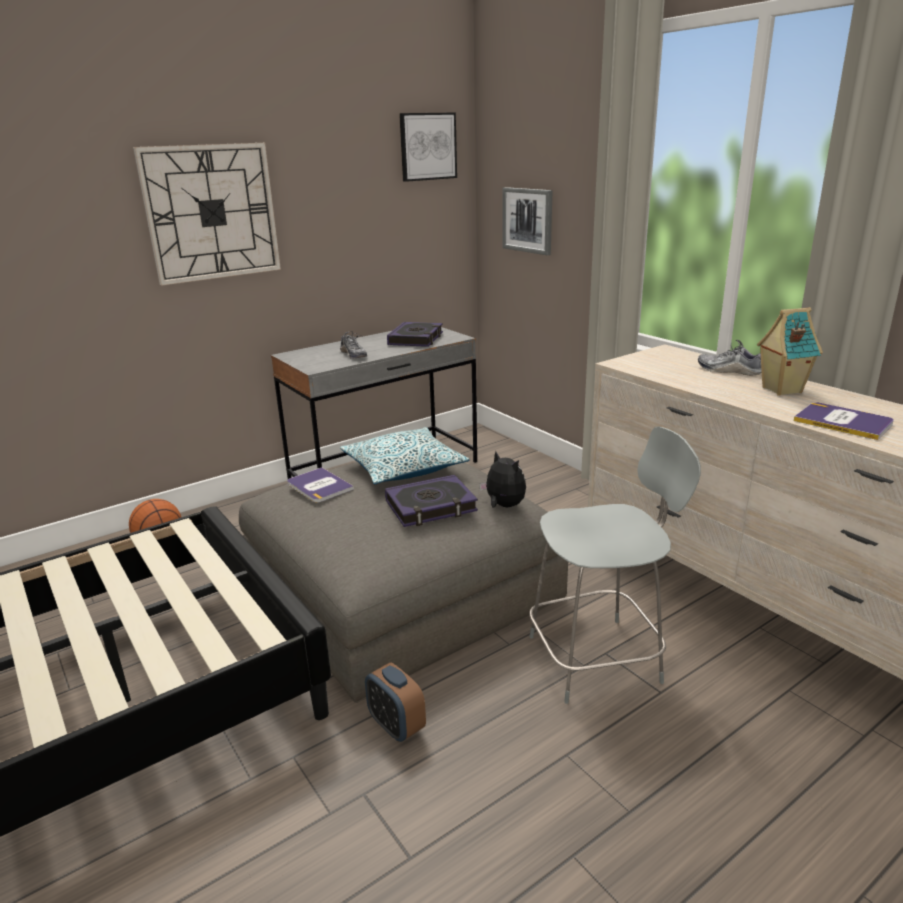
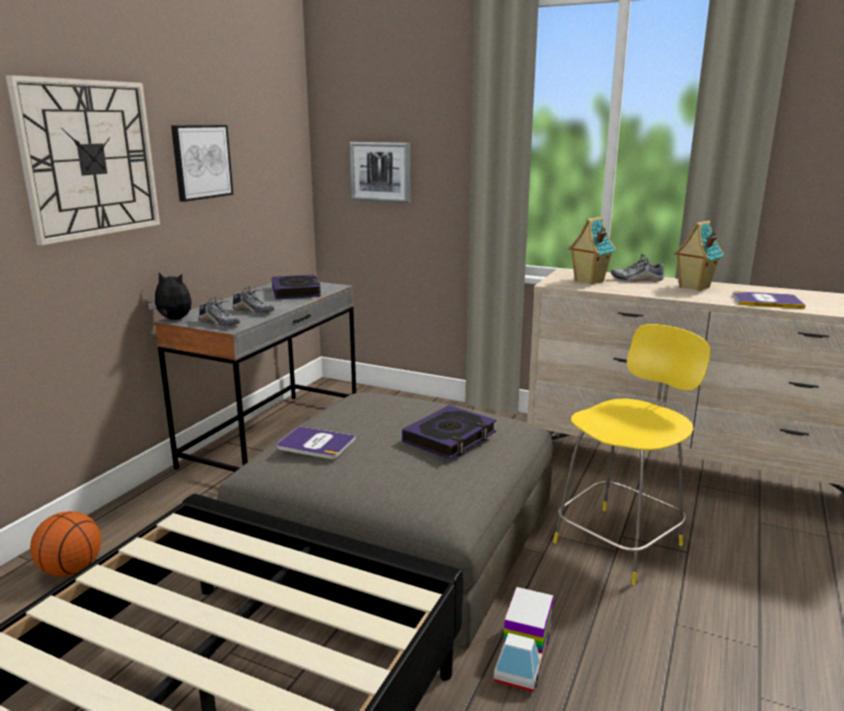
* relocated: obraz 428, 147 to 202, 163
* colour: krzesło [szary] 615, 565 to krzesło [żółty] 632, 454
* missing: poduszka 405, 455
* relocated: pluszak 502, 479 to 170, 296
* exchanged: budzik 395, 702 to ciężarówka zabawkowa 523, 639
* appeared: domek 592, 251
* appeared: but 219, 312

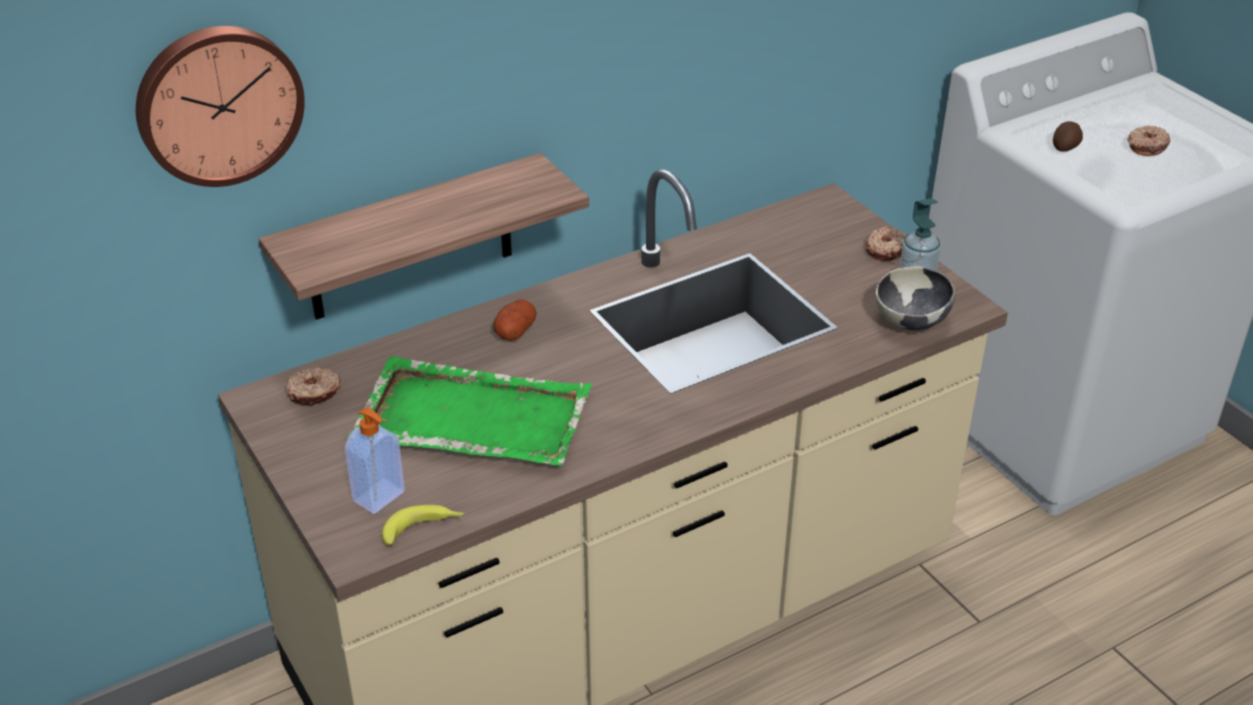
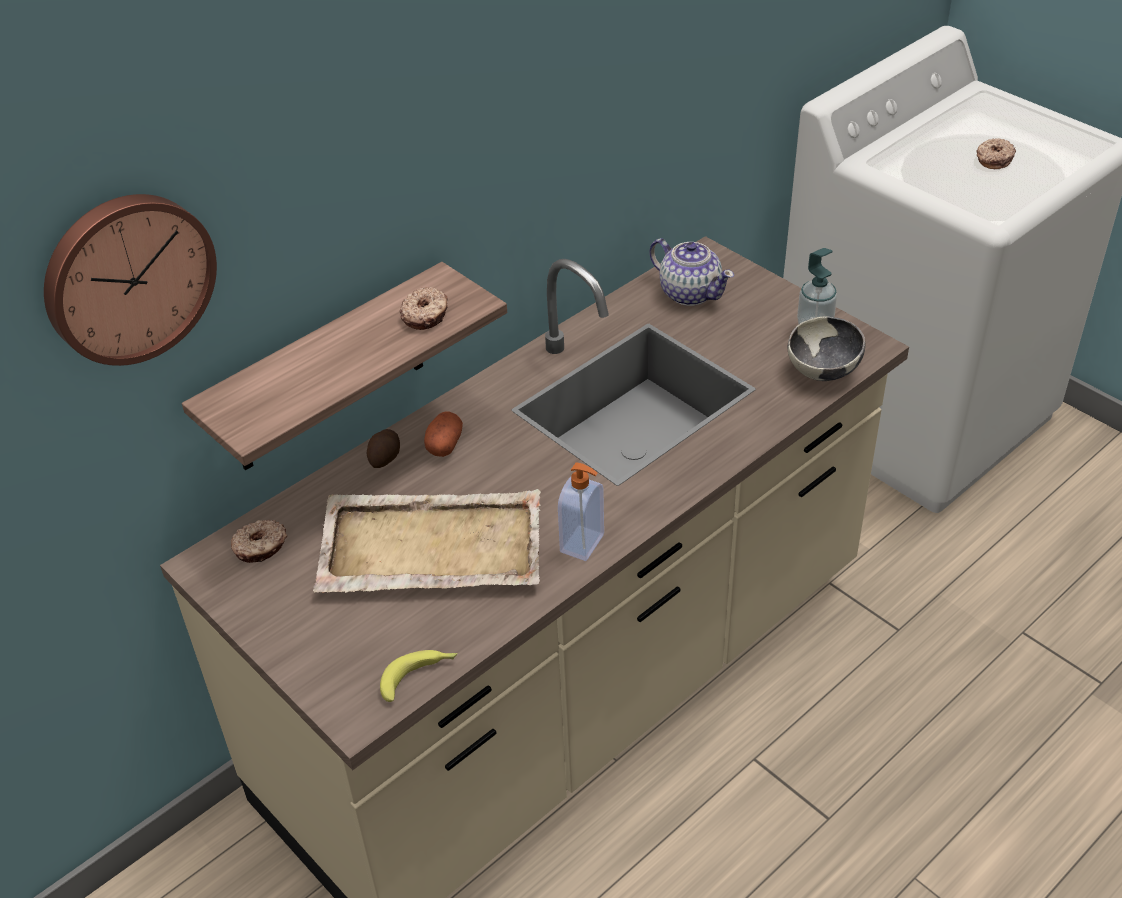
* relocated: ziemniak 1068, 136 to 383, 448
* relocated: donut 885, 244 to 423, 308
* colour: taca [zielony] 470, 411 to taca [beżowy] 427, 541
* relocated: dozownik mydła 375, 460 to 581, 512
* appeared: imbryk 691, 272

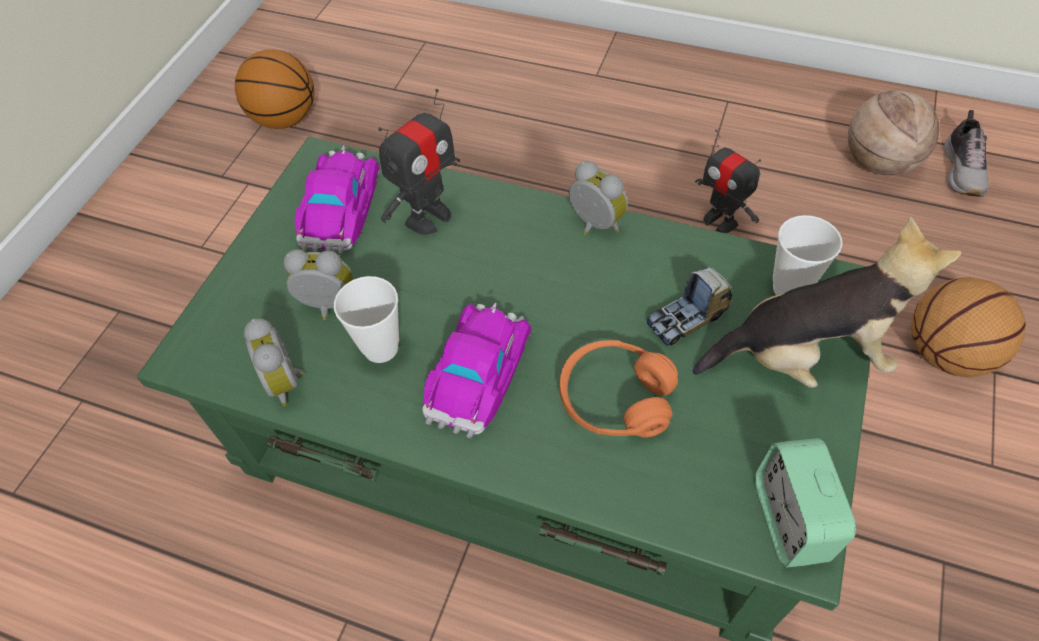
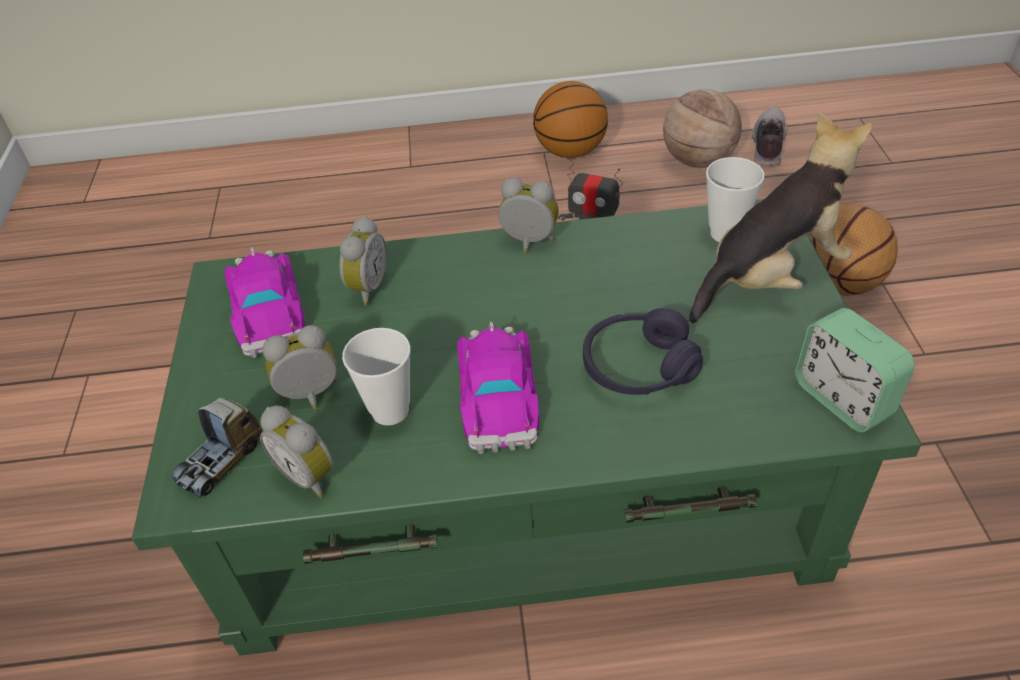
* relocated: piłka do koszykówki 275, 89 to 570, 119
* exchanged: robot zabawkowy 419, 162 to budzik 363, 260
* spun: but 966, 153 = 769, 136 150 degrees counterclockwise
* relocated: ciężarówka zabawkowa 689, 306 to 217, 447
* colour: słuchawki [pomarańczowy] 619, 389 to słuchawki [fioletowy] 643, 351

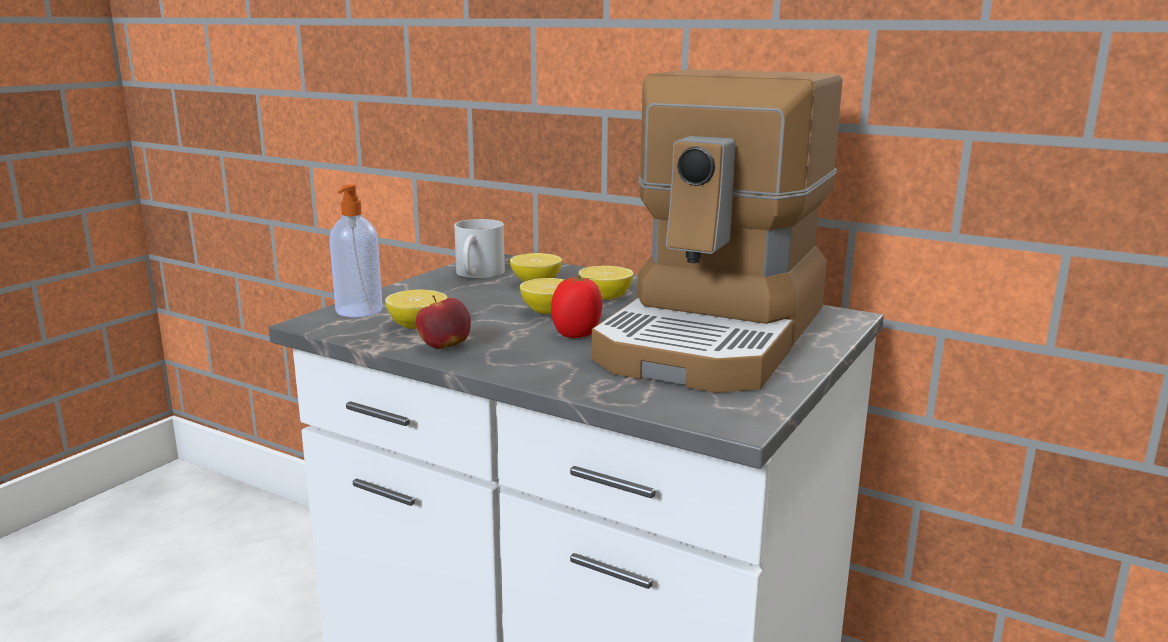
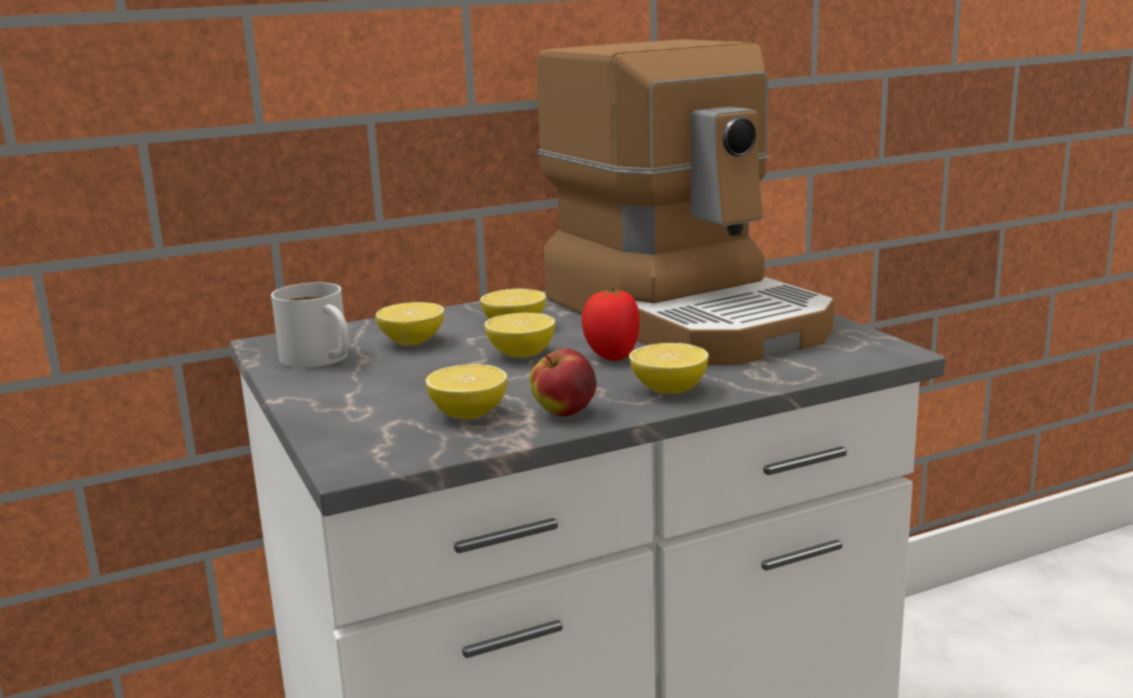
* missing: dozownik mydła 356, 250
* appeared: cytryna 669, 368

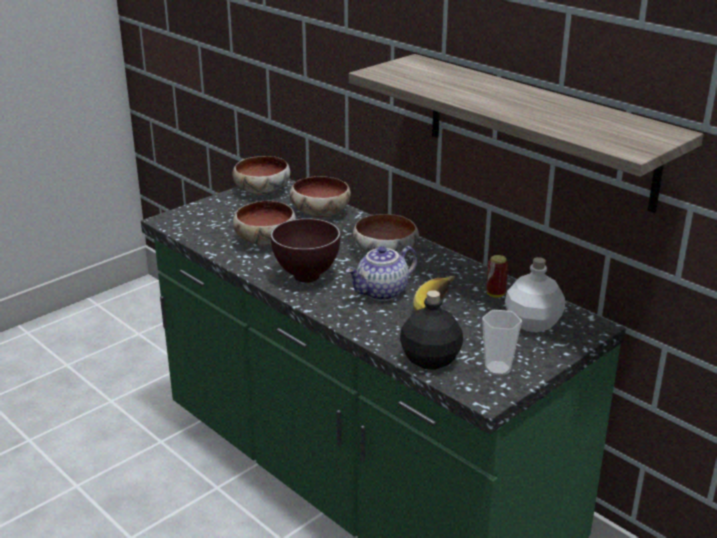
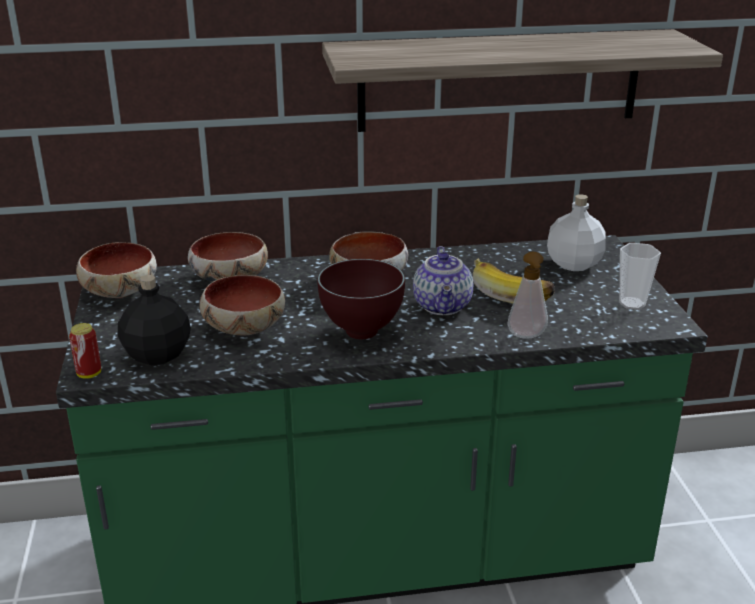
* relocated: puszka 497, 276 to 85, 351
* relocated: butelka [czarny] 431, 330 to 154, 320
* appeared: dozownik mydła 527, 295

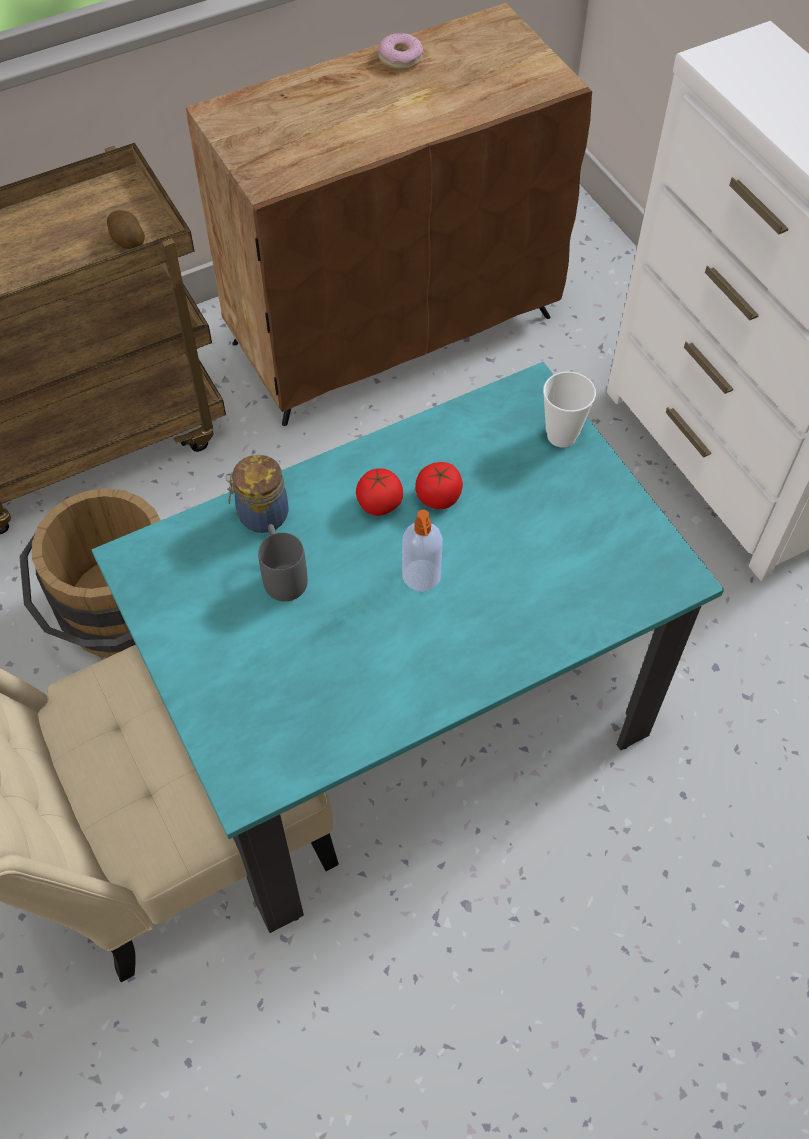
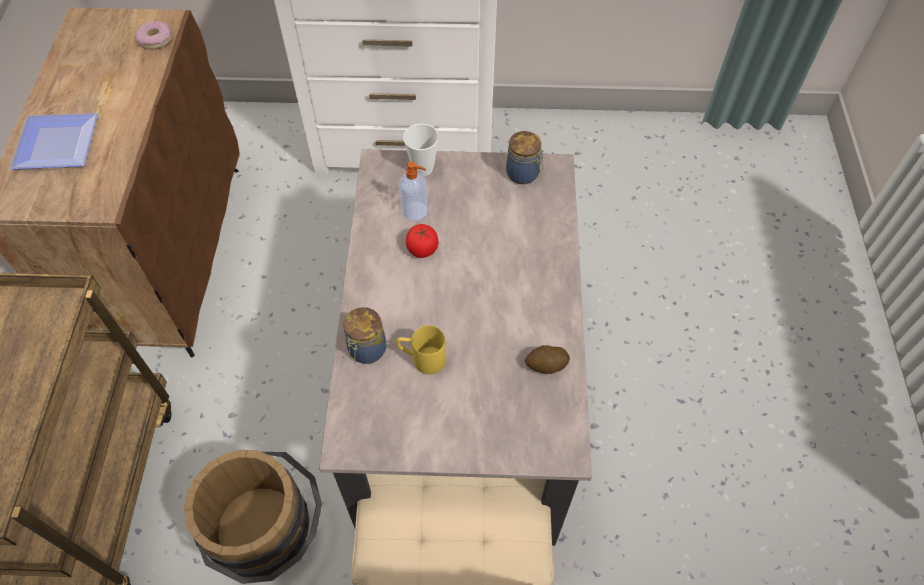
* relocated: donut 400, 51 to 153, 35
* relocated: ziemniak 126, 230 to 547, 359
* colour: stół jadalny [turkusowy] 408, 647 to stół jadalny [beżowy] 455, 347
* missing: pomidor 379, 492
* relocated: dozownik mydła 422, 550 to 413, 191
* colour: kubek [szary] 283, 562 to kubek [żółty] 421, 350
* appeared: talerz 54, 141
* appeared: słoik 525, 157

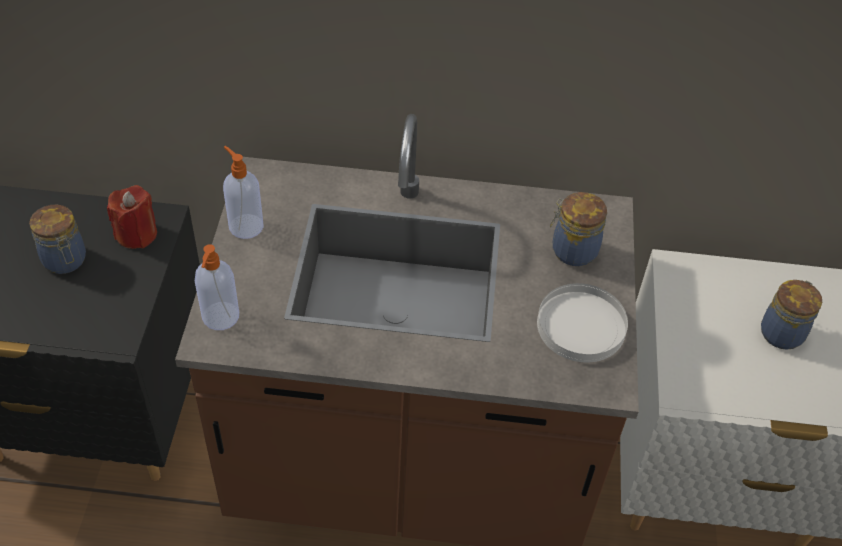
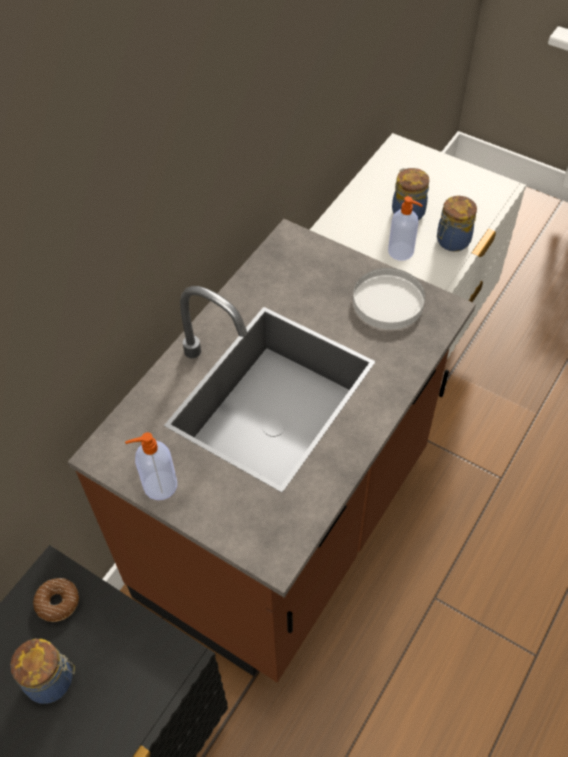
* exchanged: świeca [czerwony] 132, 217 to donut 56, 600
* relocated: słoik 578, 229 to 457, 224
* relocated: dozownik mydła 217, 287 to 405, 228

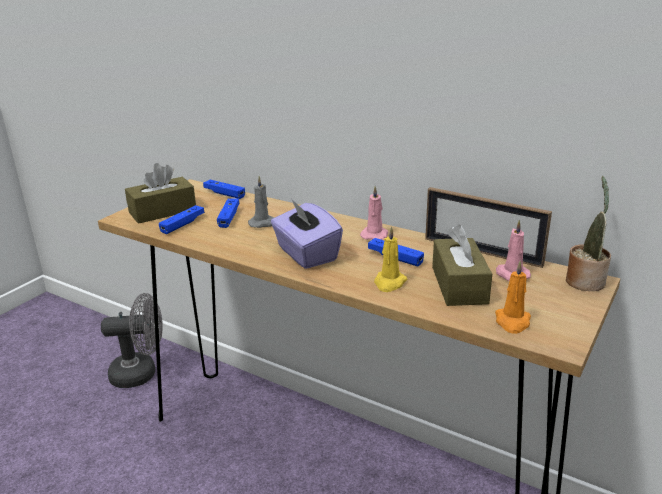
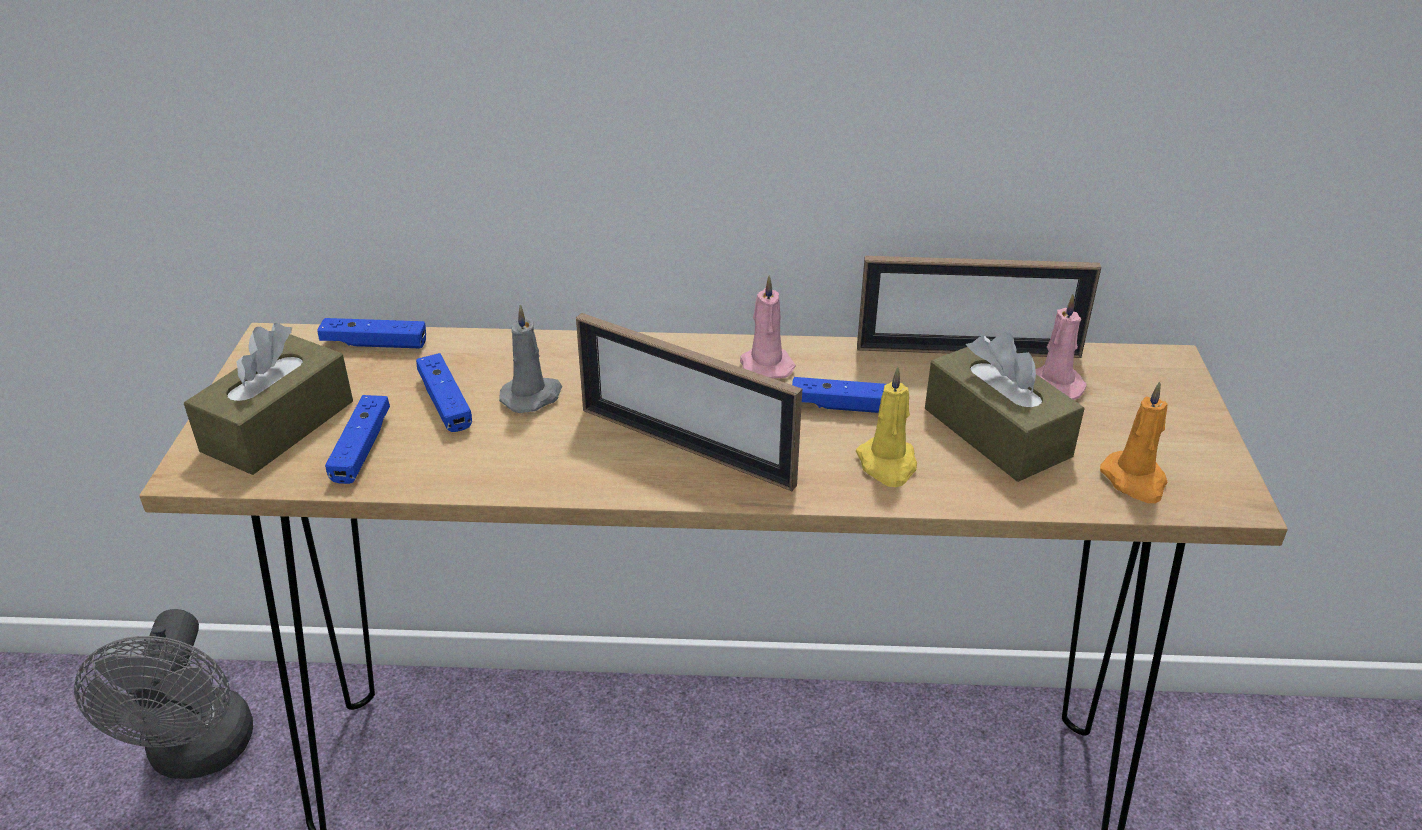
* missing: roślina doniczkowa 588, 233
* exchanged: pudełko chusteczek [fioletowy] 307, 233 to ramka na zdjęcie 689, 402
* spun: wentylator [szary] 132, 340 = 163, 694 120 degrees clockwise

